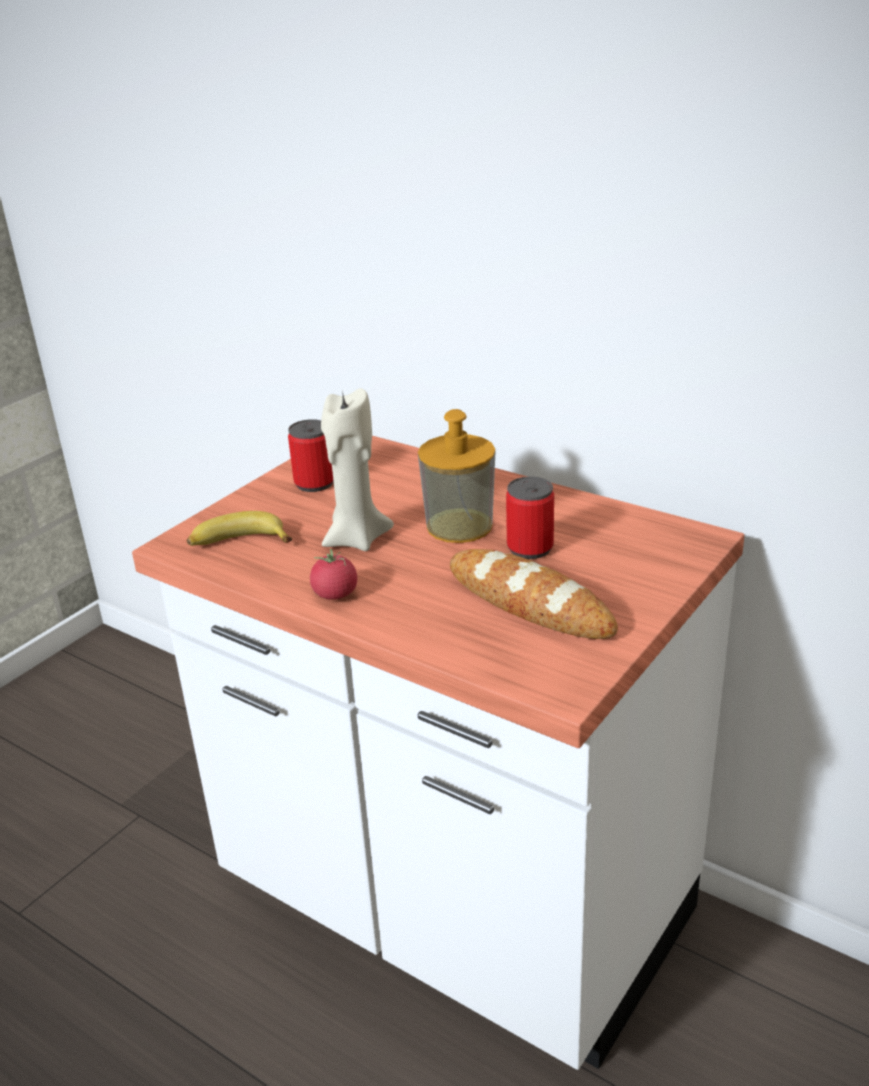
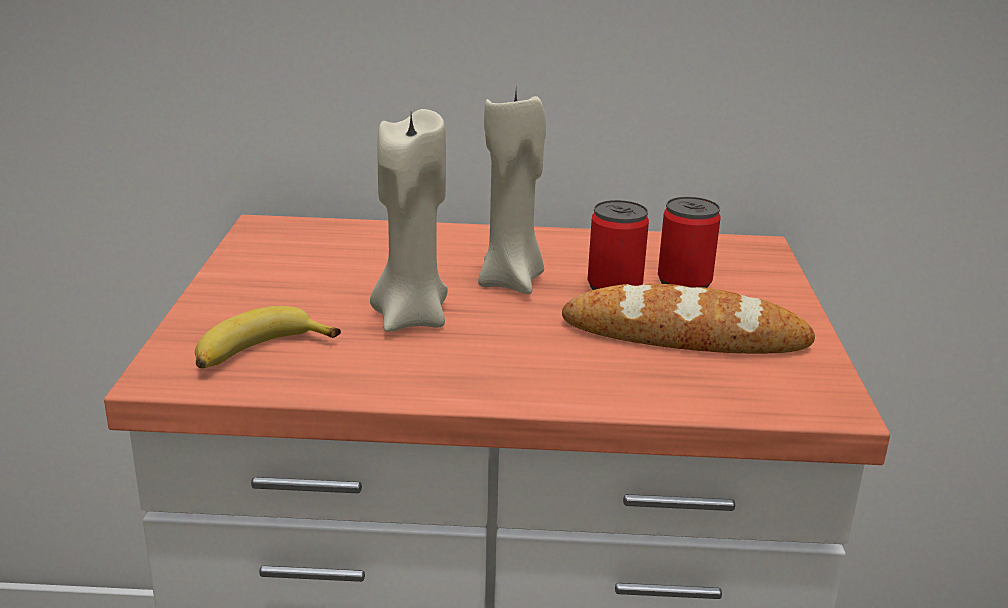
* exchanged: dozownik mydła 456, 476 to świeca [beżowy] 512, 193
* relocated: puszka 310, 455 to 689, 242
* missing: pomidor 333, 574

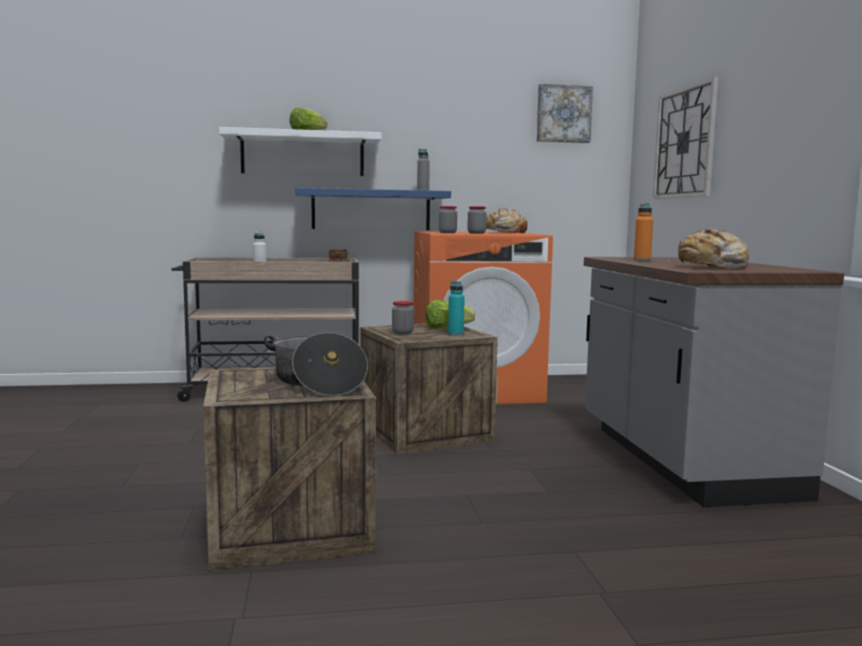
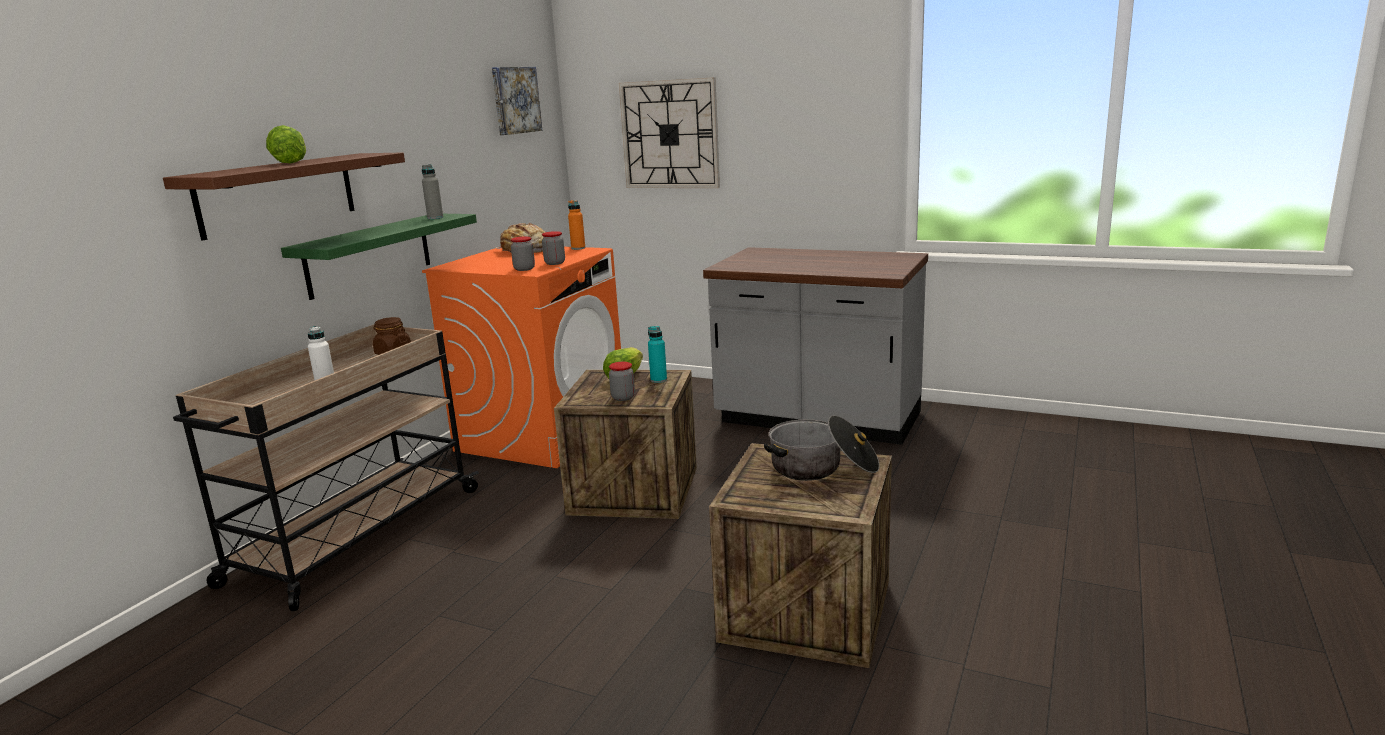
* colour: półka [biały] 300, 151 to półka [brązowy] 284, 196
* colour: półka [niebieski] 373, 209 to półka [zielony] 379, 257
* relocated: butelka [pomarańczowy] 643, 232 to 576, 225
* missing: chleb 709, 248

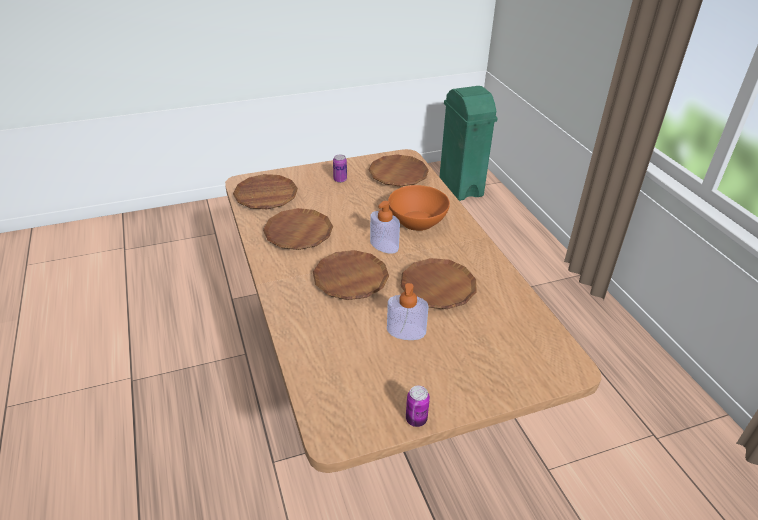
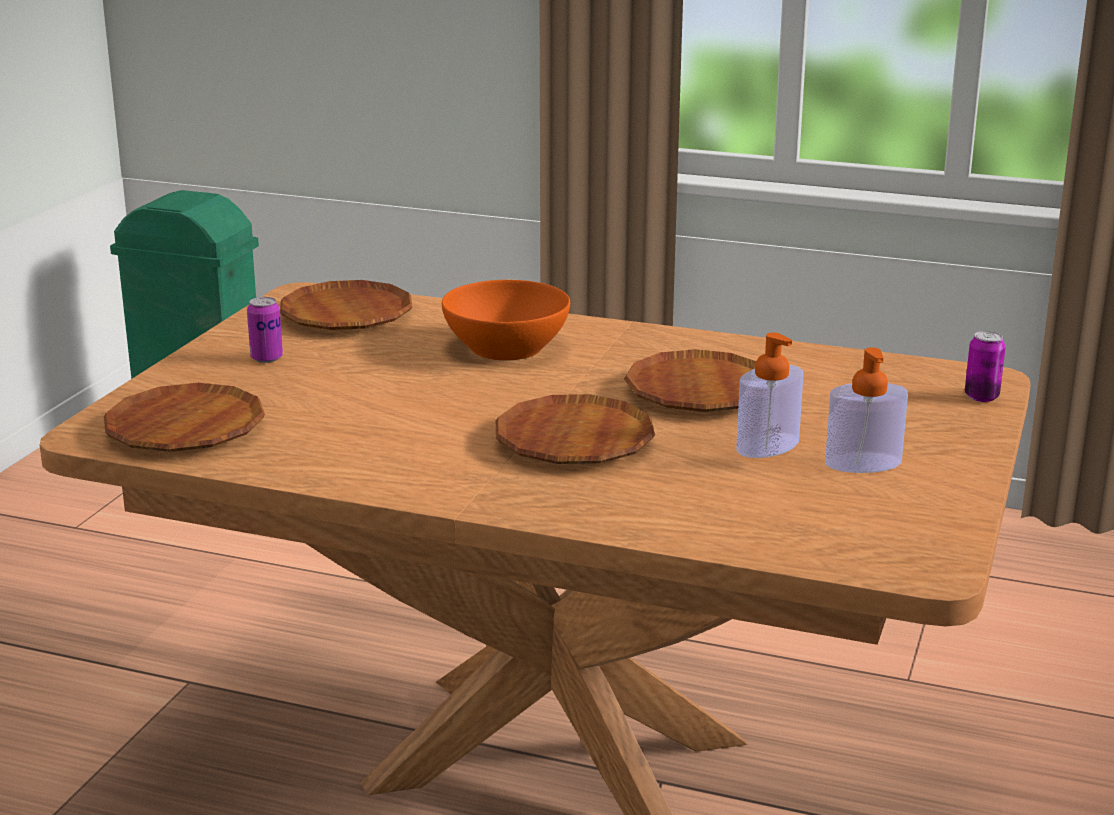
* relocated: dozownik mydła 385, 227 to 866, 410
* missing: talerz [brązowy] 298, 229
* relocated: puszka 418, 406 to 985, 366

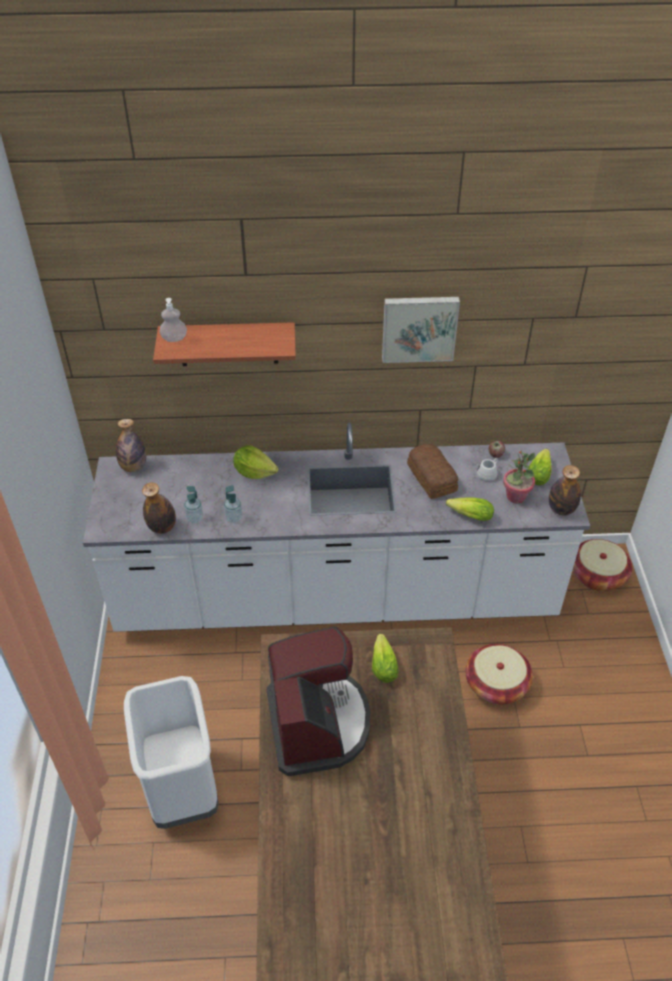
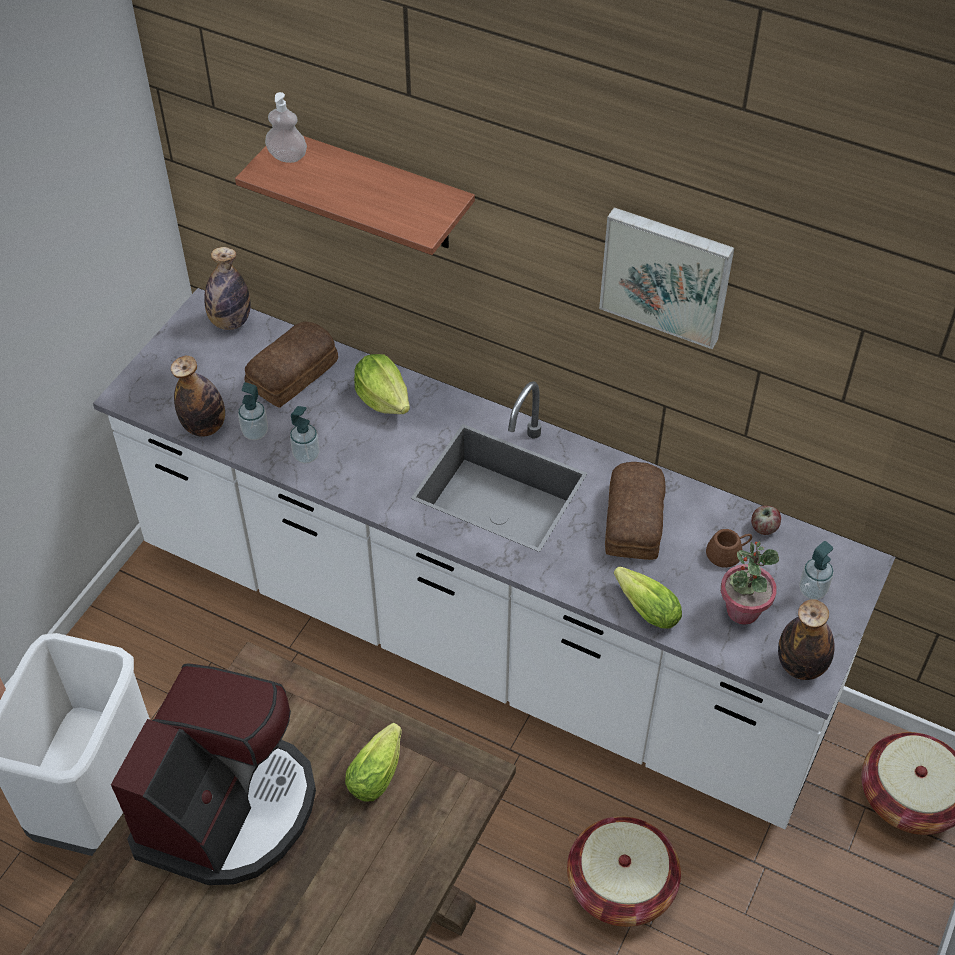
* exchanged: sałata 539, 467 to dozownik mydła 816, 570
* colour: kubek [biały] 487, 469 to kubek [brązowy] 729, 548
* appeared: chleb 291, 365

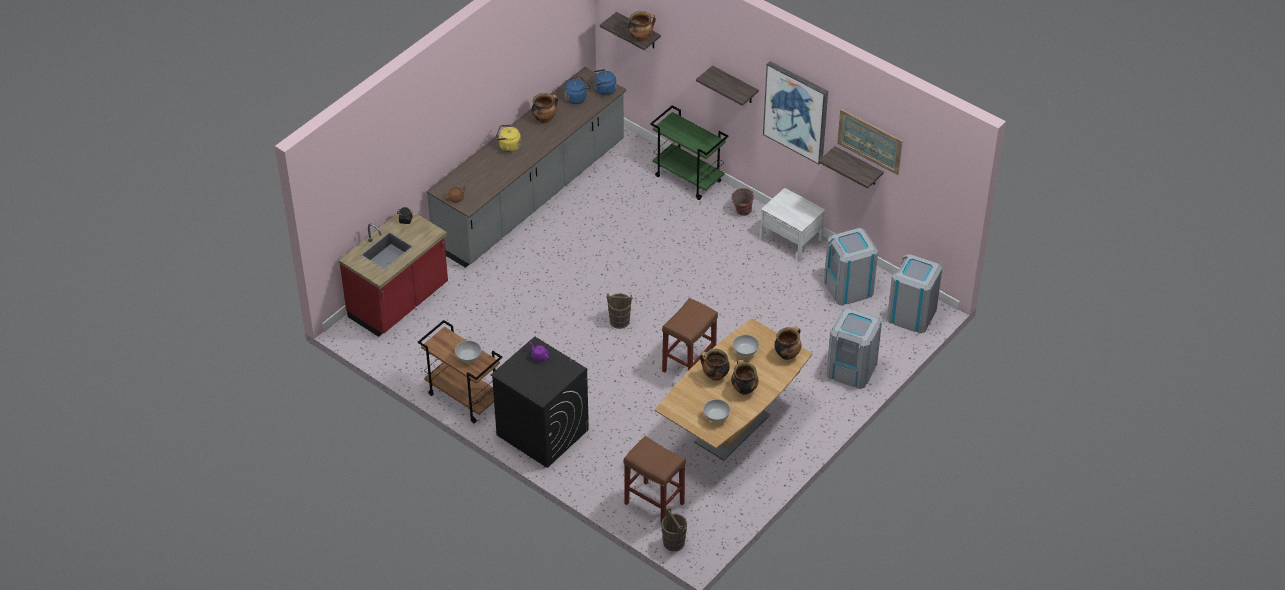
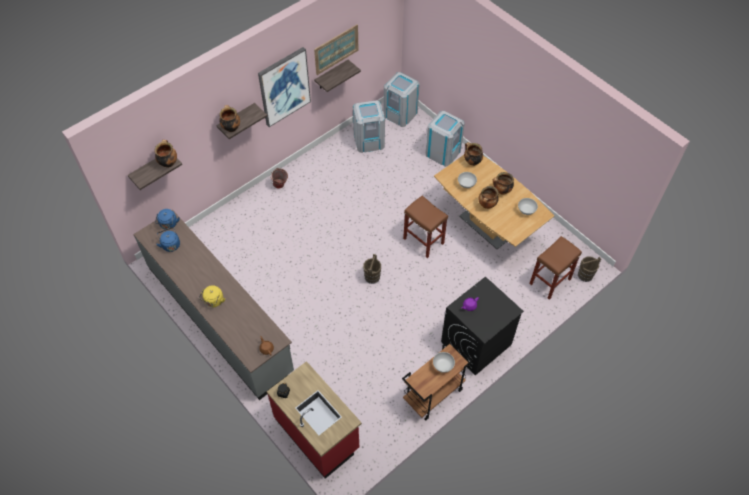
* relocated: garnek 545, 108 to 229, 118
* missing: wózek [zielony] 689, 153
* missing: szafka nocna [biały] 792, 224

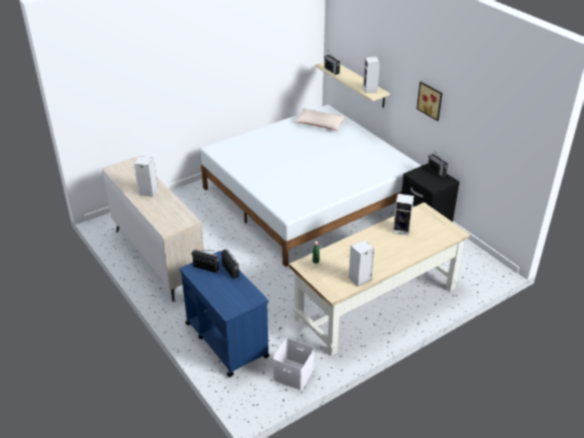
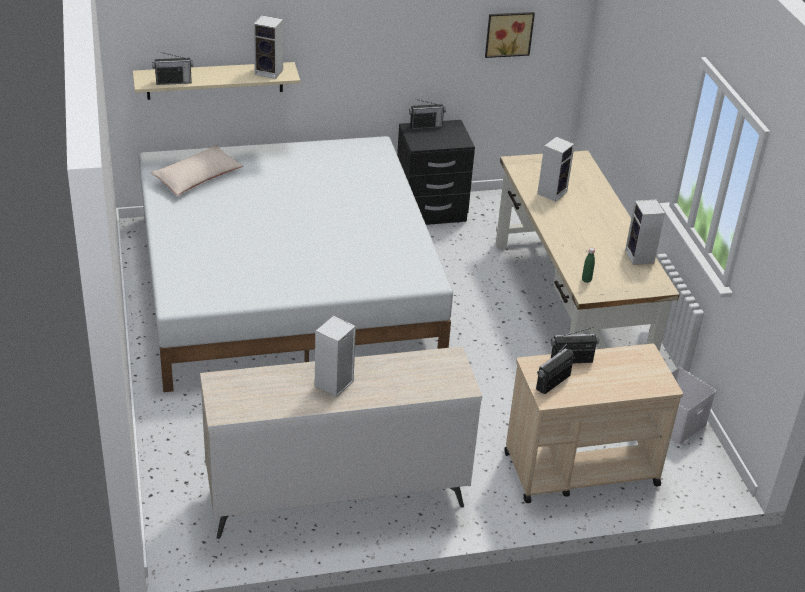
* relocated: obraz 430, 101 to 510, 35
* colour: wózek [niebieski] 225, 314 to wózek [beżowy] 593, 423

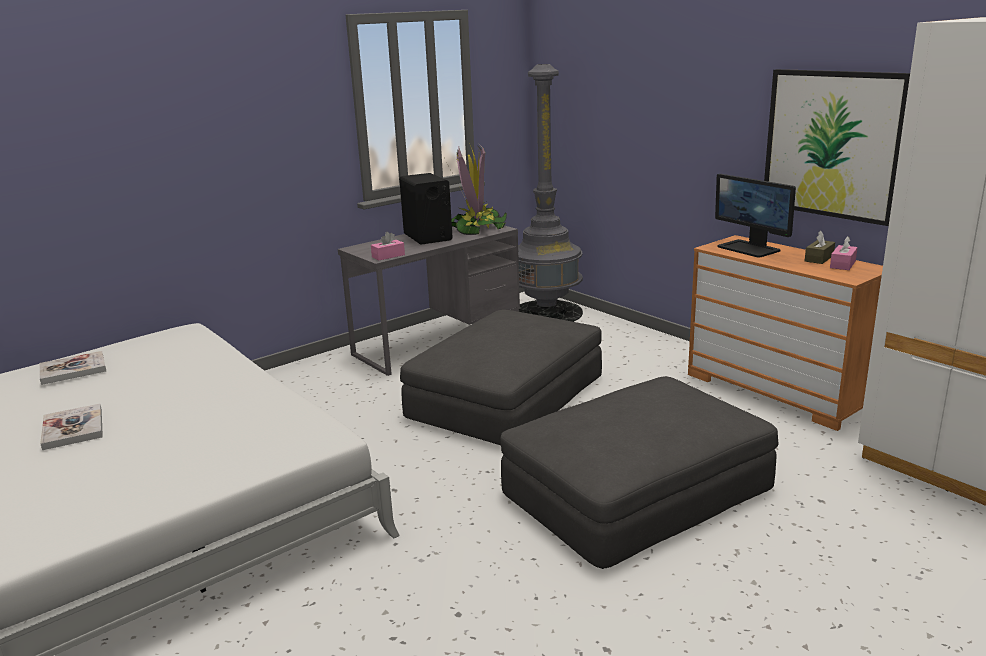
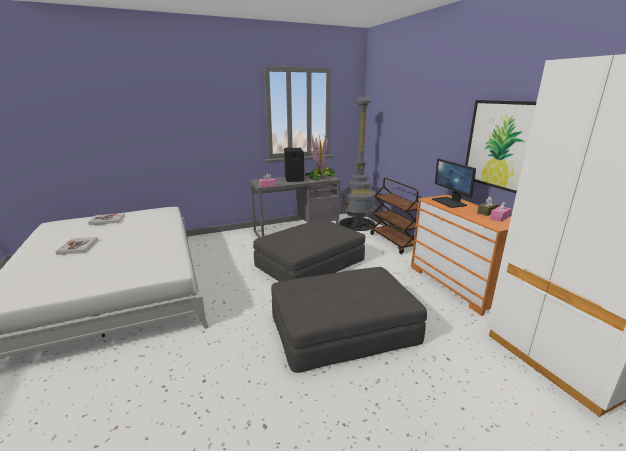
* appeared: wózek [brązowy] 394, 216

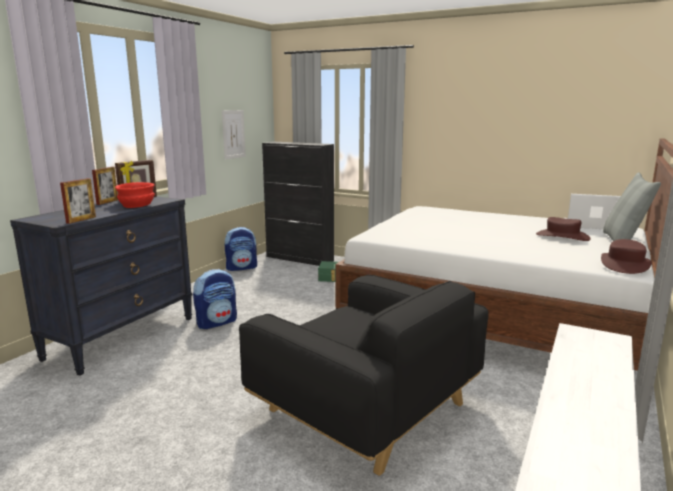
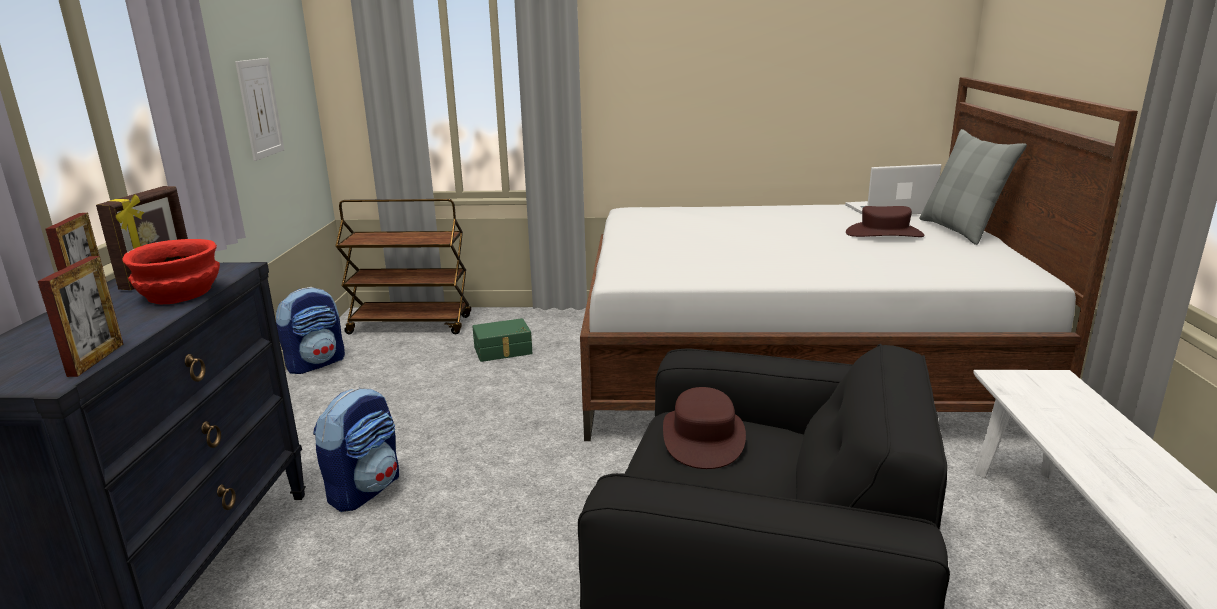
* exchanged: szafka [czarny] 298, 204 to wózek [brązowy] 403, 266
* relocated: kapelusz [brązowy] 626, 256 to 704, 428

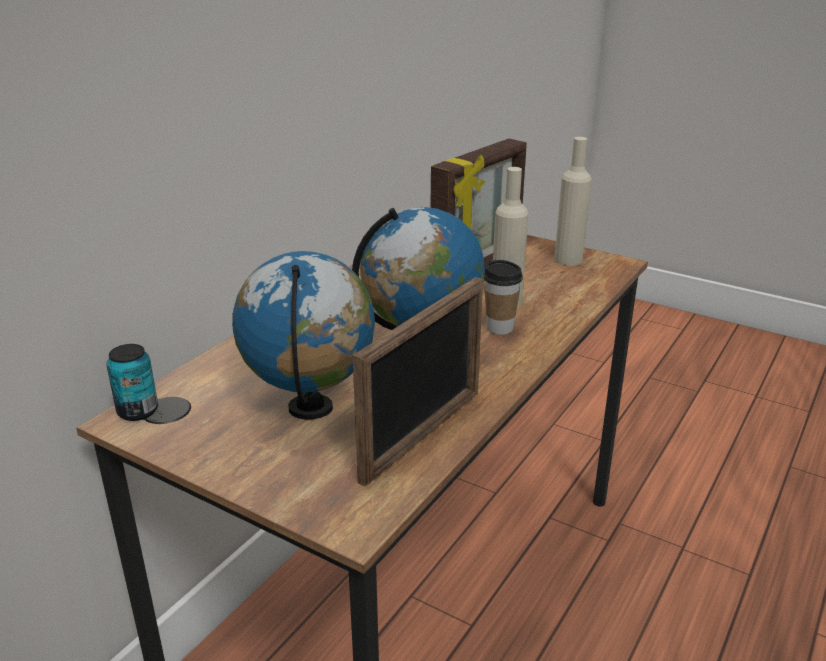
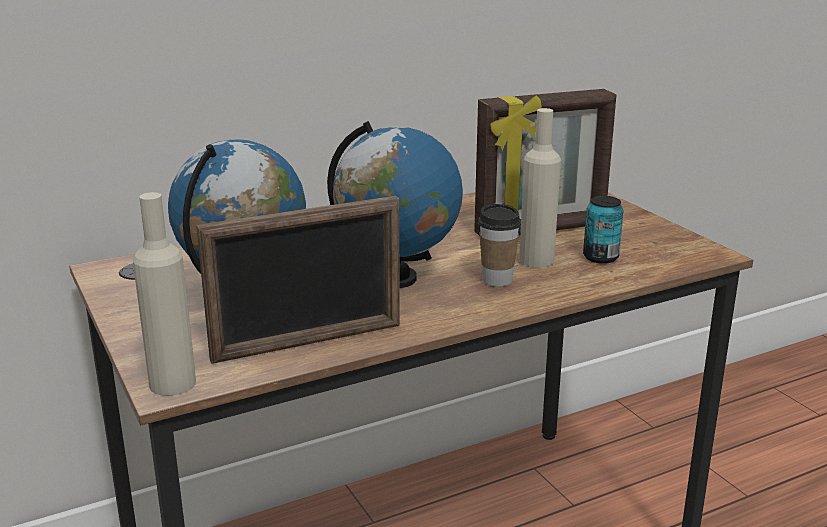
* relocated: butelka [beżowy] 573, 201 to 164, 294
* relocated: puszka 132, 382 to 603, 230

